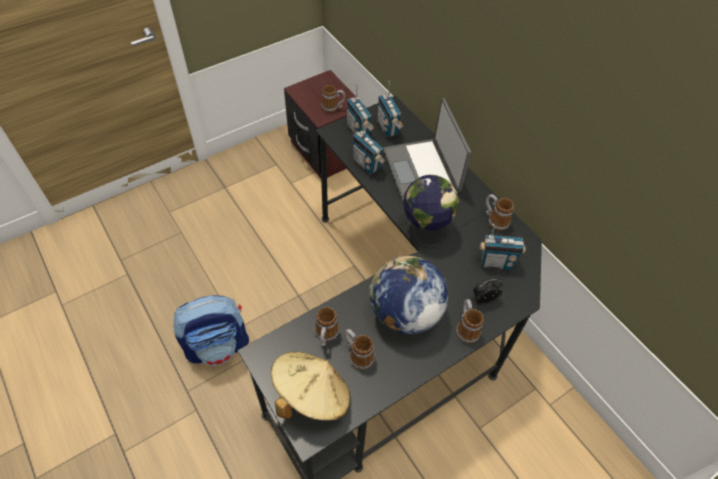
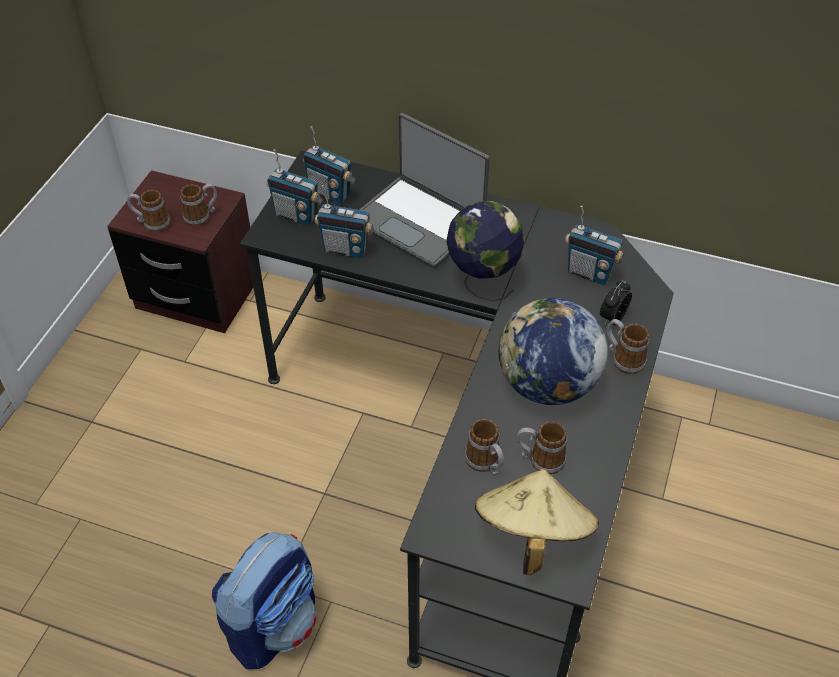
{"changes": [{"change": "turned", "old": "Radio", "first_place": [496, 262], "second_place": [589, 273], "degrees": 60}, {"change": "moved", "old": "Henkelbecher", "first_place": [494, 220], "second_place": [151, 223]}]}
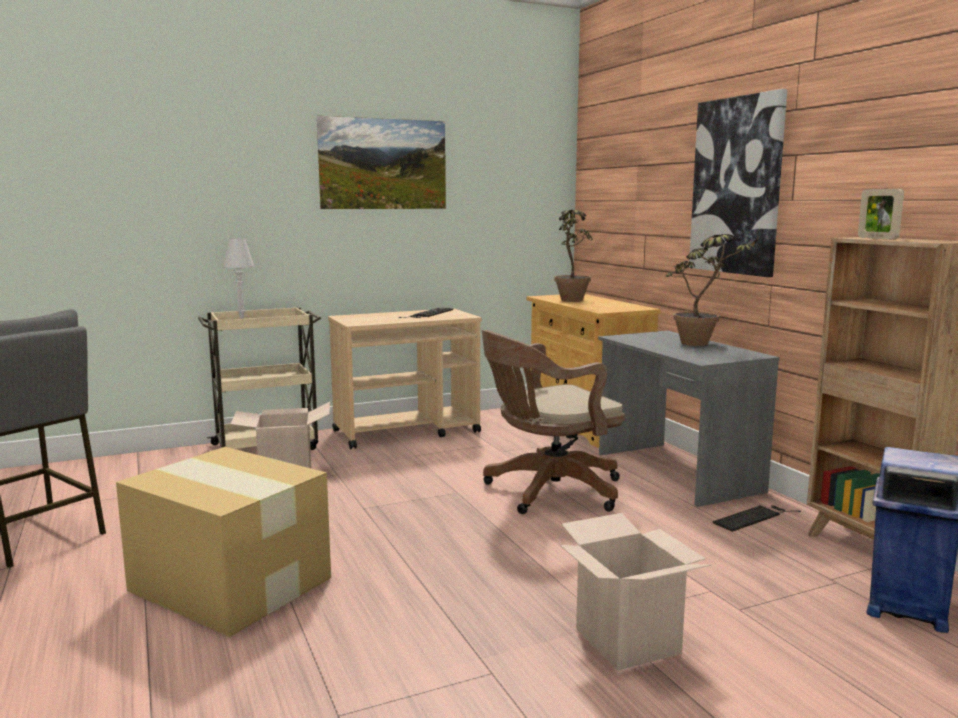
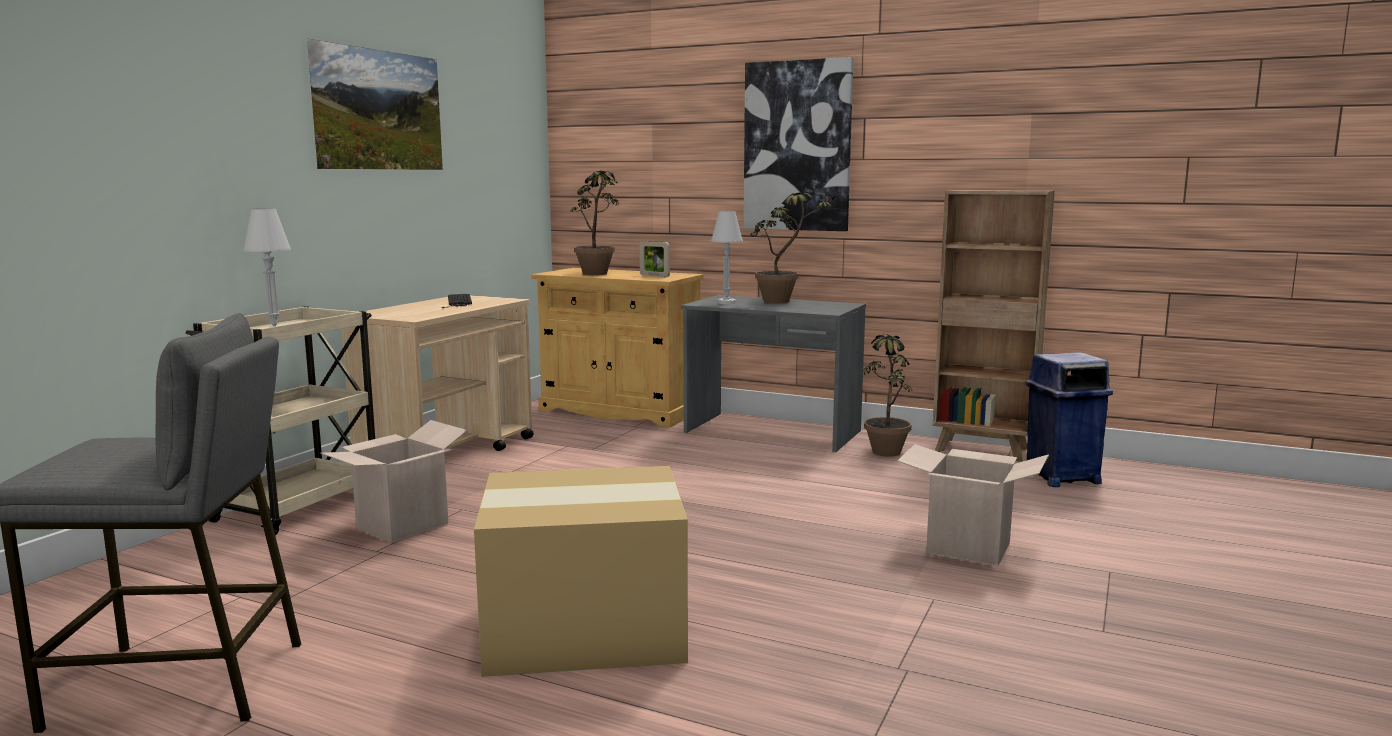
{"changes": [{"change": "removed", "old": "Bürostuhl/braun", "first_place": [548, 491]}, {"change": "replaced", "old": "Tastatur", "new": "Topfpflanze", "first_place": [754, 517], "second_place": [885, 449]}, {"change": "moved", "old": "Bilderrahmen", "first_place": [877, 238], "second_place": [654, 276]}, {"change": "added", "new": "Tischlampe/weiß", "second_place": [726, 302]}]}
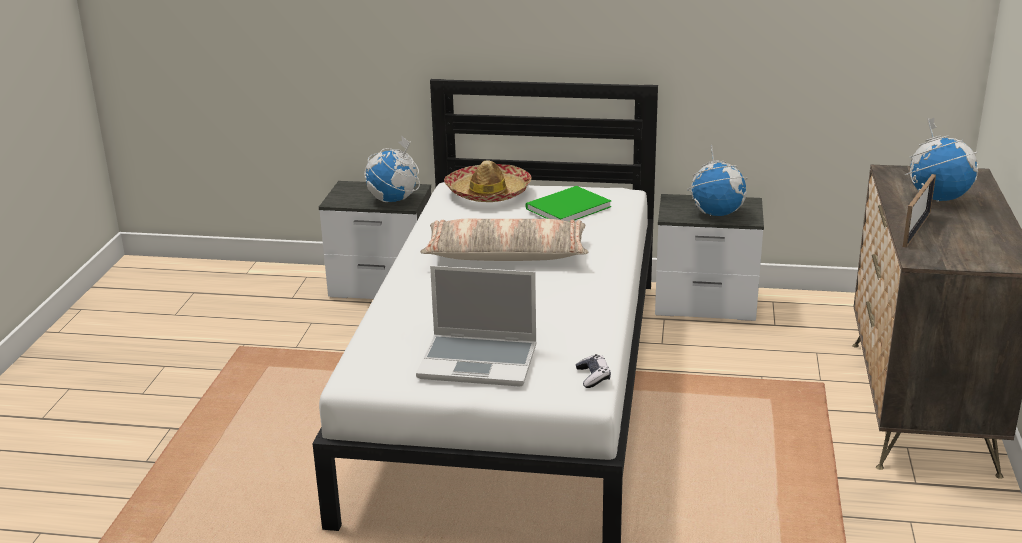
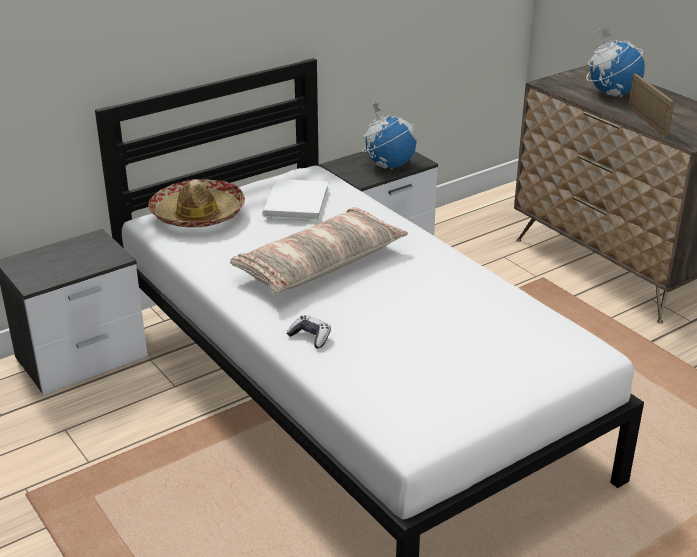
{"changes": [{"change": "removed", "old": "Globus", "first_place": [393, 200]}, {"change": "removed", "old": "Laptop", "first_place": [480, 361]}, {"change": "recoloured", "old": "Buch/grün", "new": "Buch/weiß", "first_place": [565, 208], "second_place": [294, 203]}, {"change": "moved", "old": "Gamepad", "first_place": [593, 377], "second_place": [310, 337]}]}
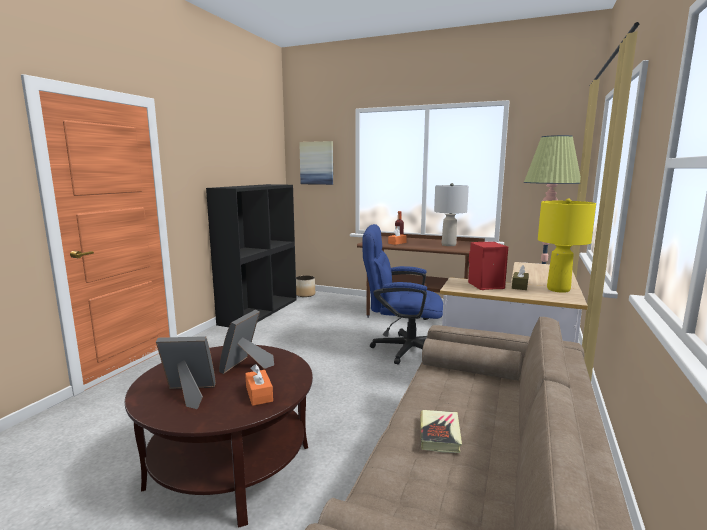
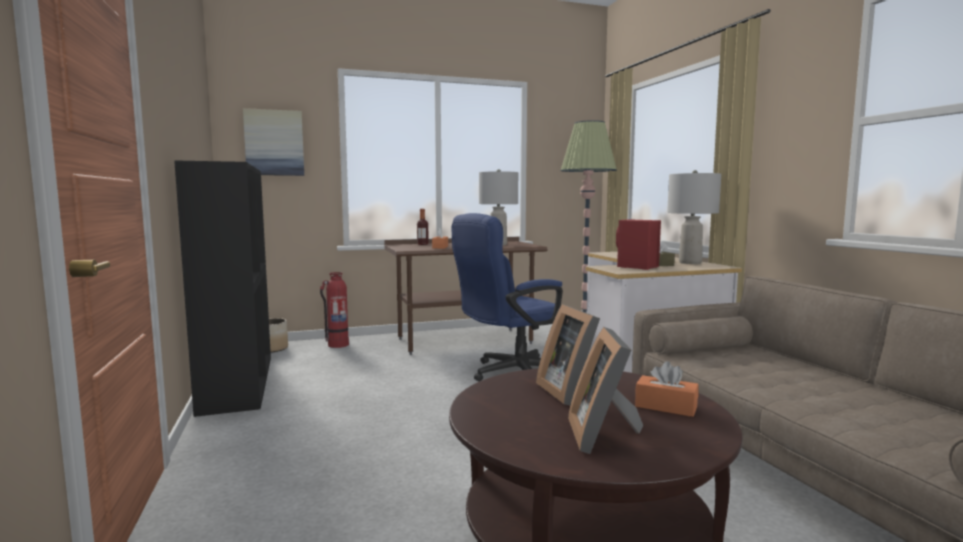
{"changes": [{"change": "turned", "old": "Bilderrahmen", "first_place": [190, 394], "second_place": [604, 435], "degrees": -45}, {"change": "removed", "old": "Buch", "first_place": [439, 434]}, {"change": "recoloured", "old": "Tischlampe/gelb", "new": "Tischlampe/grau", "first_place": [558, 289], "second_place": [690, 263]}, {"change": "added", "new": "Feuerlöscher", "second_place": [337, 345]}]}
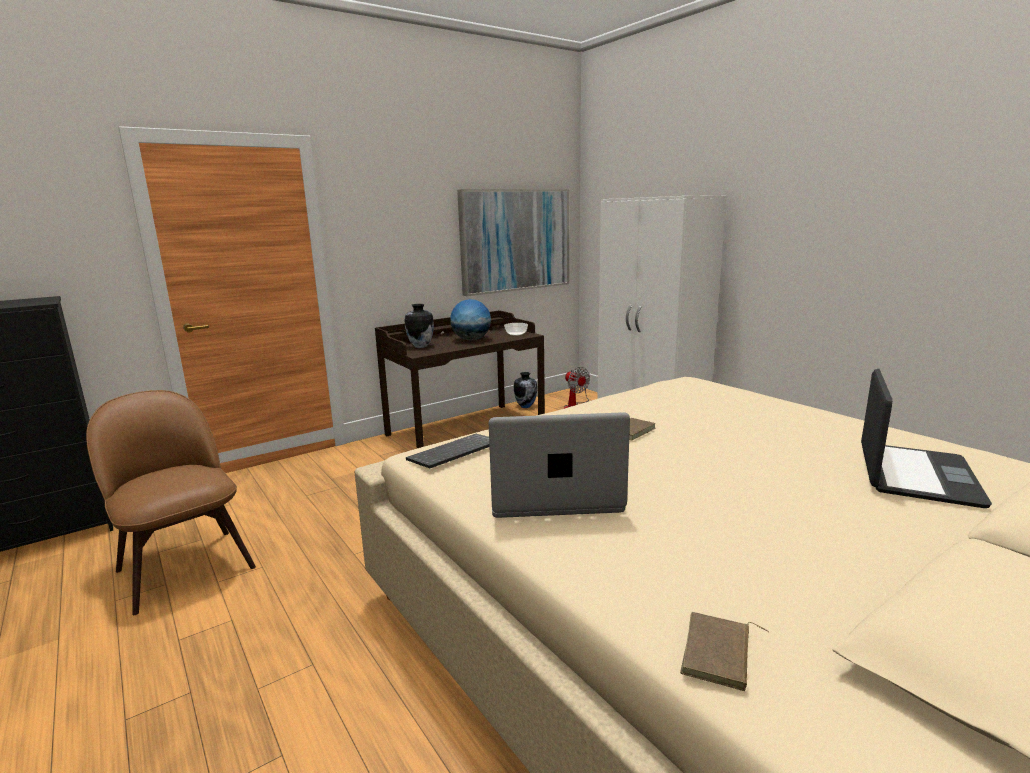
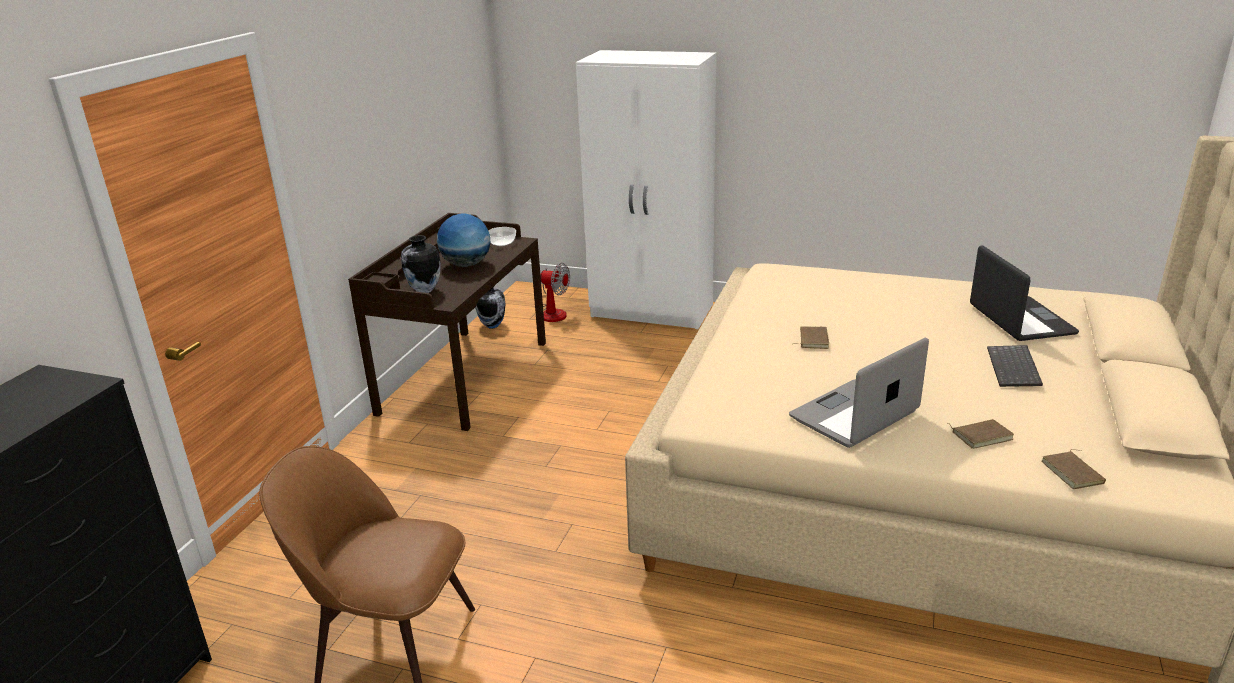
{"changes": [{"change": "moved", "old": "Tastatur", "first_place": [454, 453], "second_place": [1015, 368]}, {"change": "removed", "old": "Bild", "first_place": [515, 240]}, {"change": "added", "new": "Buch/braun", "second_place": [981, 435]}]}
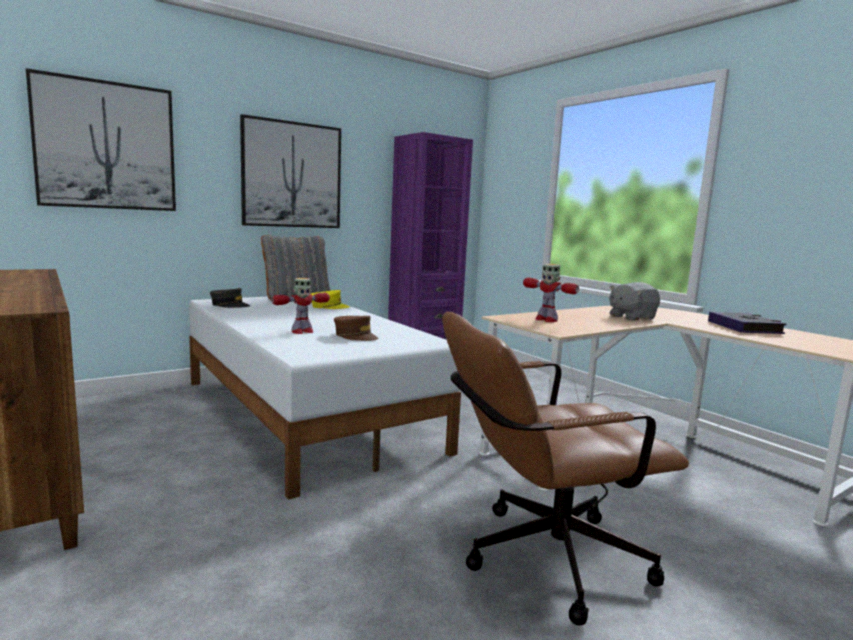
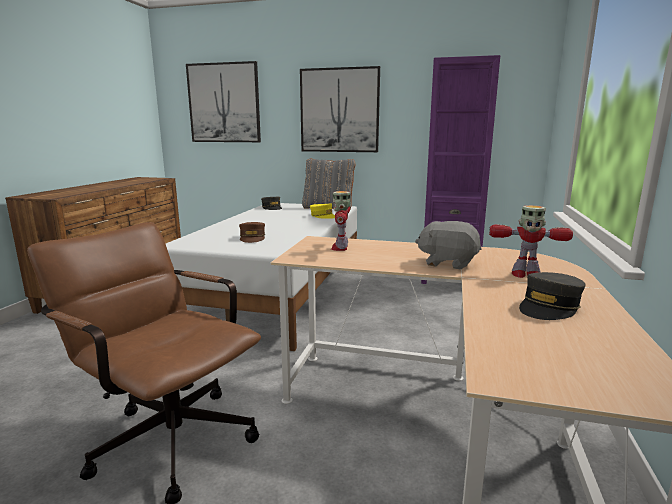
{"changes": [{"change": "moved", "old": "Spielzeugroboter", "first_place": [302, 331], "second_place": [525, 274]}, {"change": "replaced", "old": "Buch", "new": "Kappe/grau", "first_place": [744, 328], "second_place": [549, 307]}]}
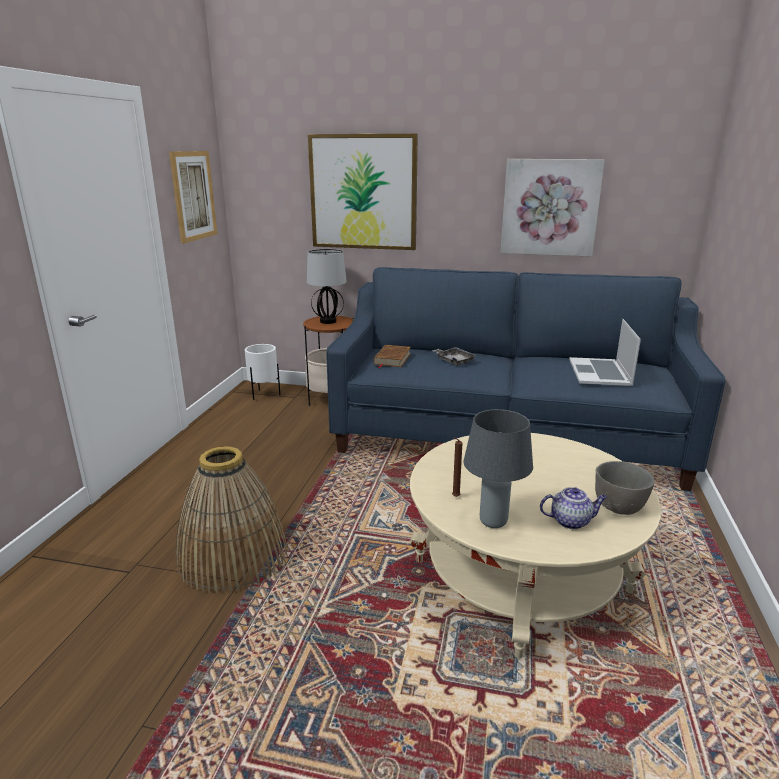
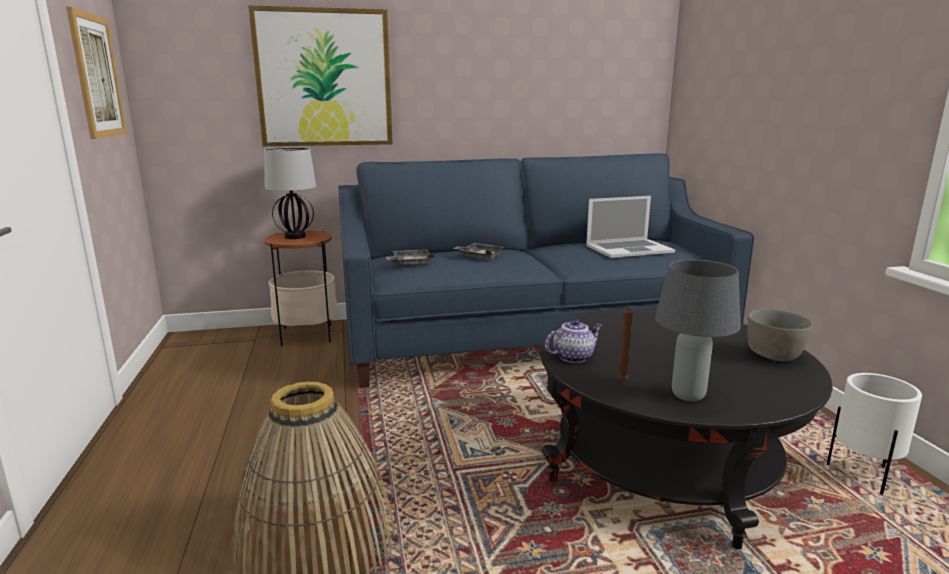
{"changes": [{"change": "moved", "old": "Pflanzkübel/weiß", "first_place": [264, 395], "second_place": [863, 476]}, {"change": "replaced", "old": "Buch/braun", "new": "Tablett/grau", "first_place": [392, 359], "second_place": [411, 263]}, {"change": "recoloured", "old": "Couchtisch/beige", "new": "Couchtisch/schwarz", "first_place": [521, 576], "second_place": [664, 466]}, {"change": "removed", "old": "Bild", "first_place": [550, 207]}, {"change": "moved", "old": "Teekanne", "first_place": [571, 521], "second_place": [573, 357]}, {"change": "turned", "old": "Laptop", "first_place": [600, 372], "second_place": [629, 249], "degrees": -90}]}
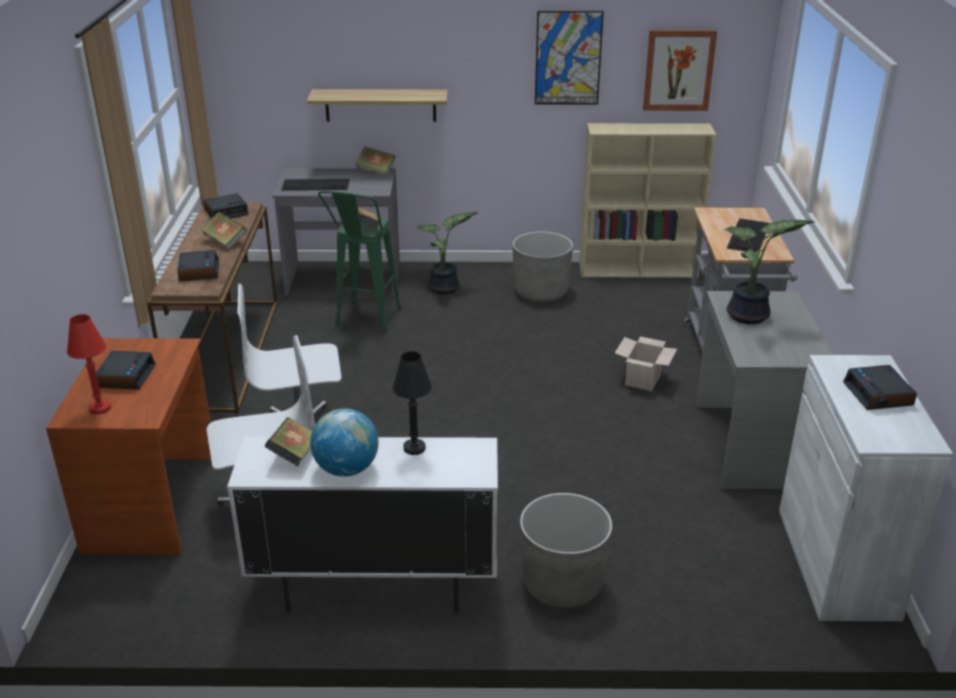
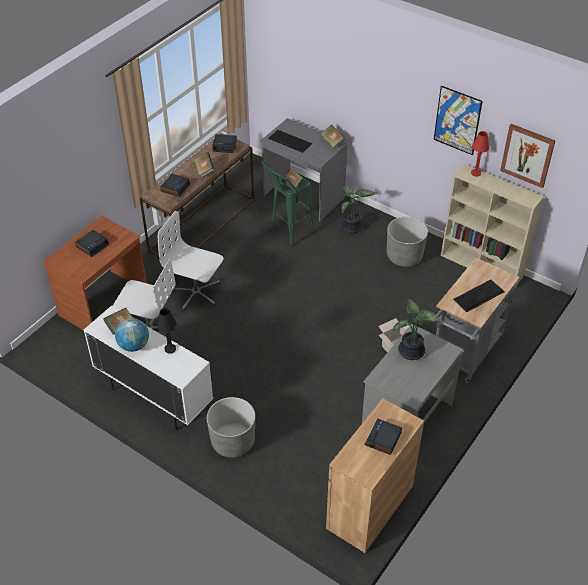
{"changes": [{"change": "moved", "old": "Tischlampe/rot", "first_place": [100, 408], "second_place": [476, 173]}, {"change": "removed", "old": "Wandregal", "first_place": [380, 105]}, {"change": "recoloured", "old": "Schrank/weiß", "new": "Schrank/braun", "first_place": [837, 563], "second_place": [370, 507]}]}
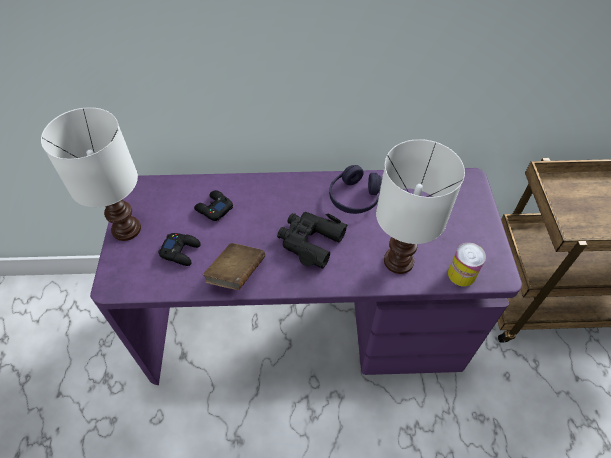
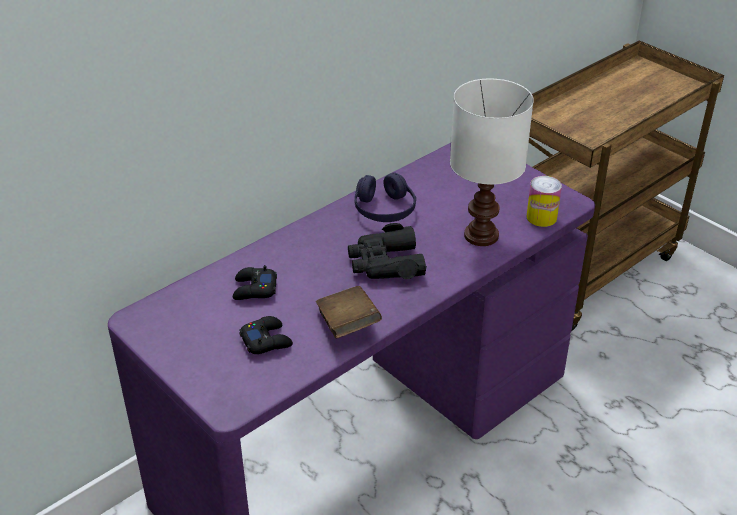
{"changes": [{"change": "removed", "old": "Tischlampe/weiß", "first_place": [125, 229]}]}
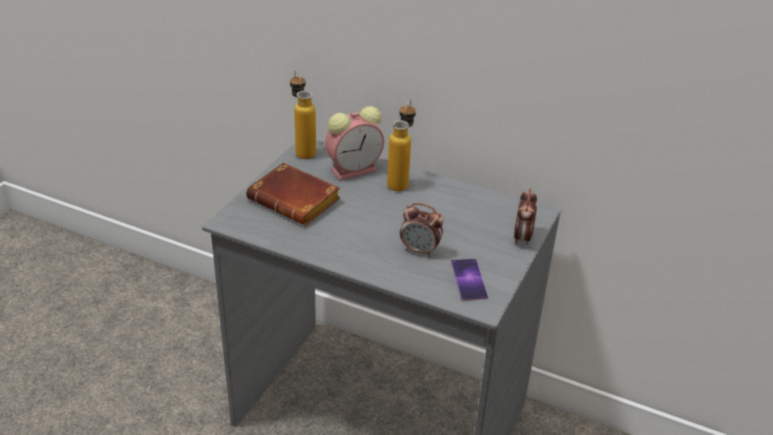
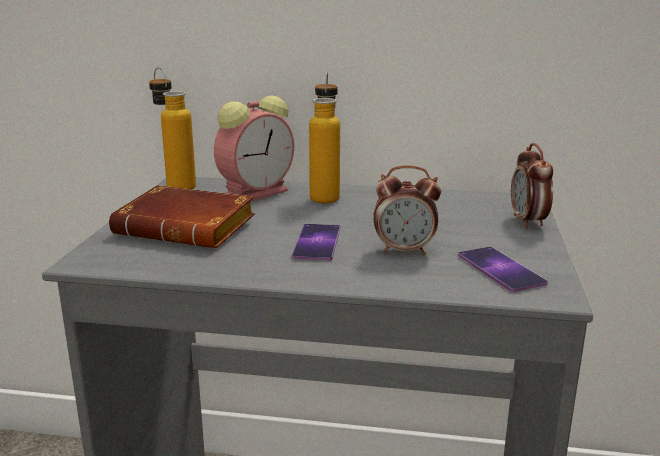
{"changes": [{"change": "added", "new": "Handy", "second_place": [317, 242]}]}
